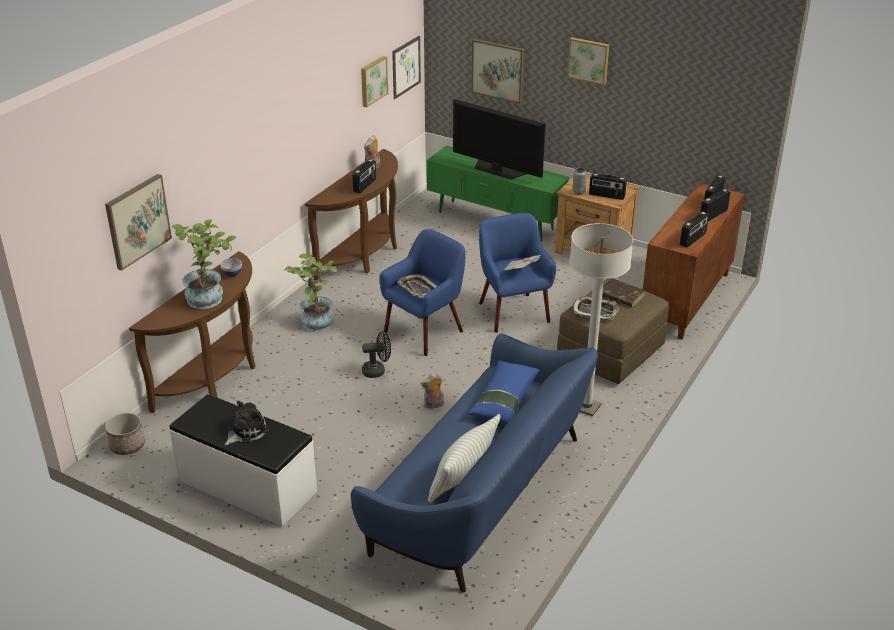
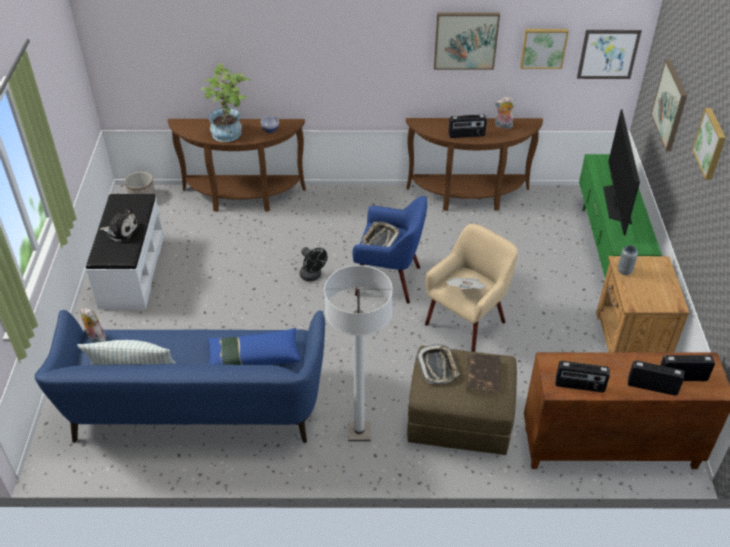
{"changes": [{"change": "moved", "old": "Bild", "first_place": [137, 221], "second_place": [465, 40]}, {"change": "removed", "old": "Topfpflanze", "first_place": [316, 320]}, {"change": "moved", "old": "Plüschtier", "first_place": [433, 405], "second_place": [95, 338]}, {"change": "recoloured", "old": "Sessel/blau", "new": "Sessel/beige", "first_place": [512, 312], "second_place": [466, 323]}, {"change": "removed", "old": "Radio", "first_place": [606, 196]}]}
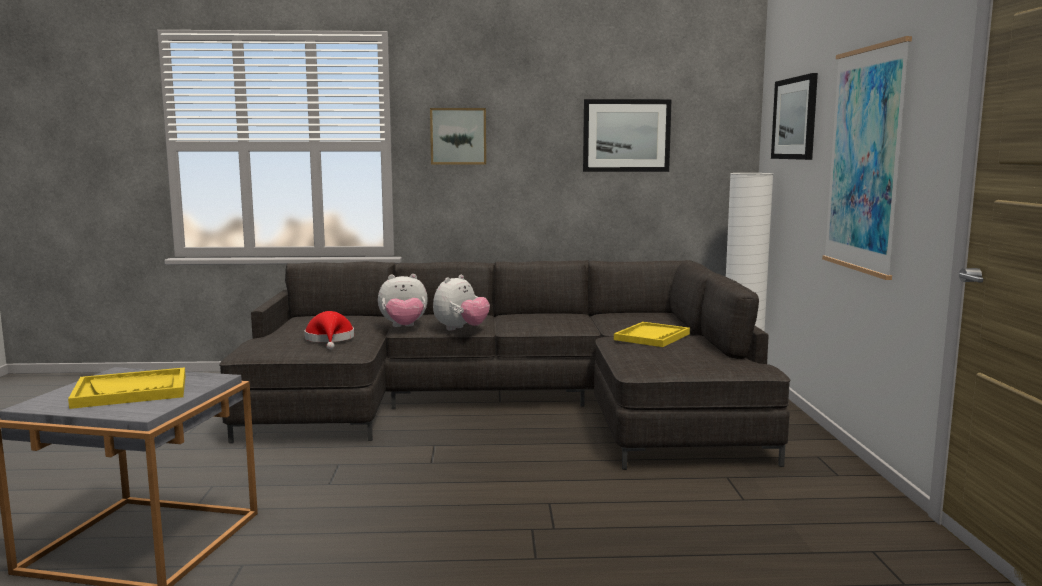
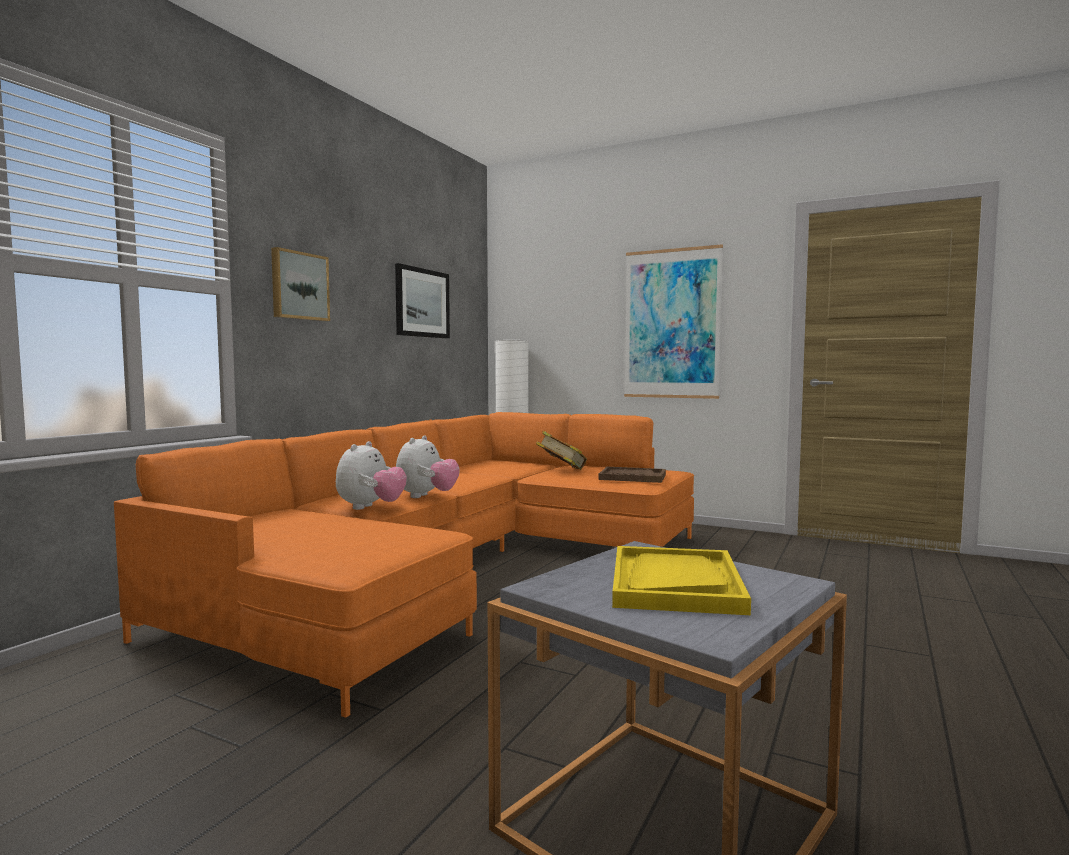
{"changes": [{"change": "recoloured", "old": "Sofa/grau", "new": "Sofa/orange", "first_place": [509, 404], "second_place": [455, 569]}, {"change": "removed", "old": "Hut/rot", "first_place": [330, 339]}, {"change": "turned", "old": "Plüschtier", "first_place": [460, 329], "second_place": [426, 496], "degrees": 45}, {"change": "replaced", "old": "Tablett/gelb", "new": "Buch", "first_place": [652, 337], "second_place": [561, 470]}, {"change": "removed", "old": "Bild", "first_place": [795, 118]}, {"change": "added", "new": "Tablett/braun", "second_place": [632, 477]}]}
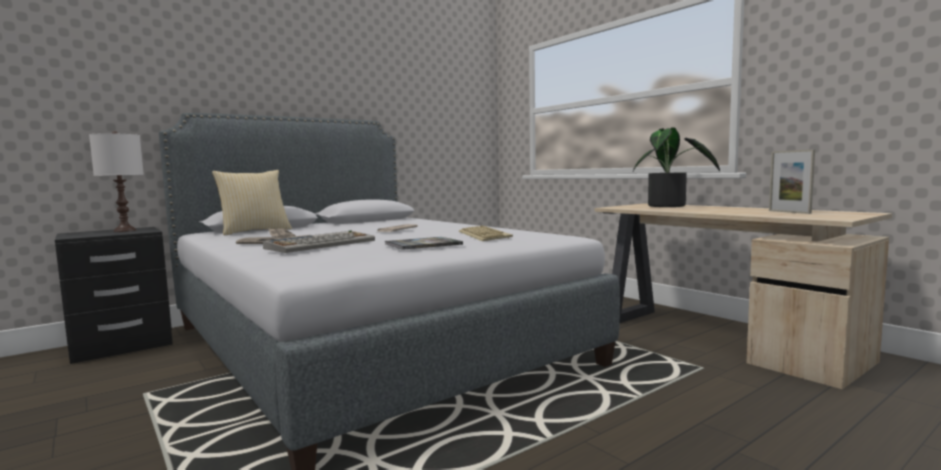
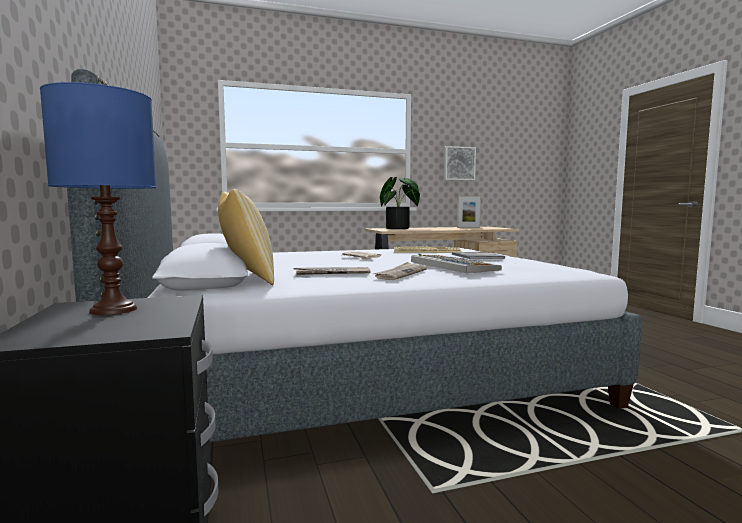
{"changes": [{"change": "recoloured", "old": "Tischlampe/weiß", "new": "Tischlampe/blau", "first_place": [124, 230], "second_place": [112, 310]}, {"change": "added", "new": "Bild", "second_place": [459, 163]}]}
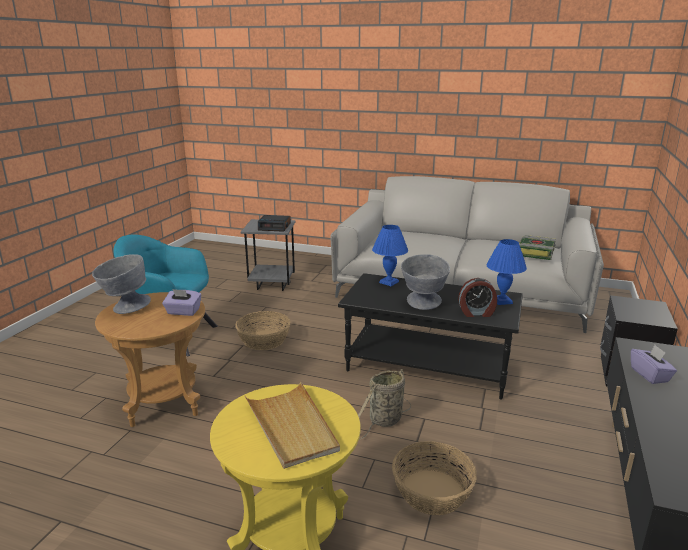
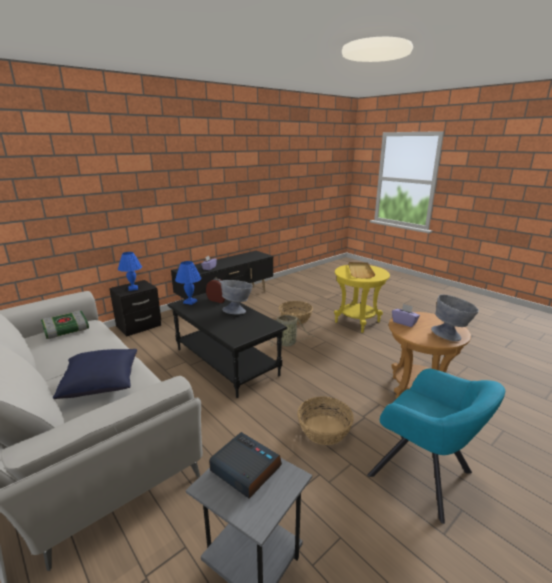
{"changes": [{"change": "moved", "old": "Tischlampe/blau", "first_place": [389, 282], "second_place": [132, 288]}, {"change": "added", "new": "Kissen/blau", "second_place": [100, 384]}]}
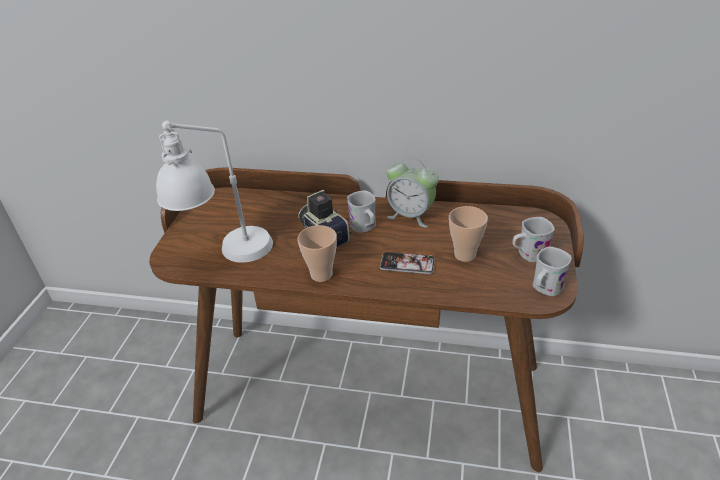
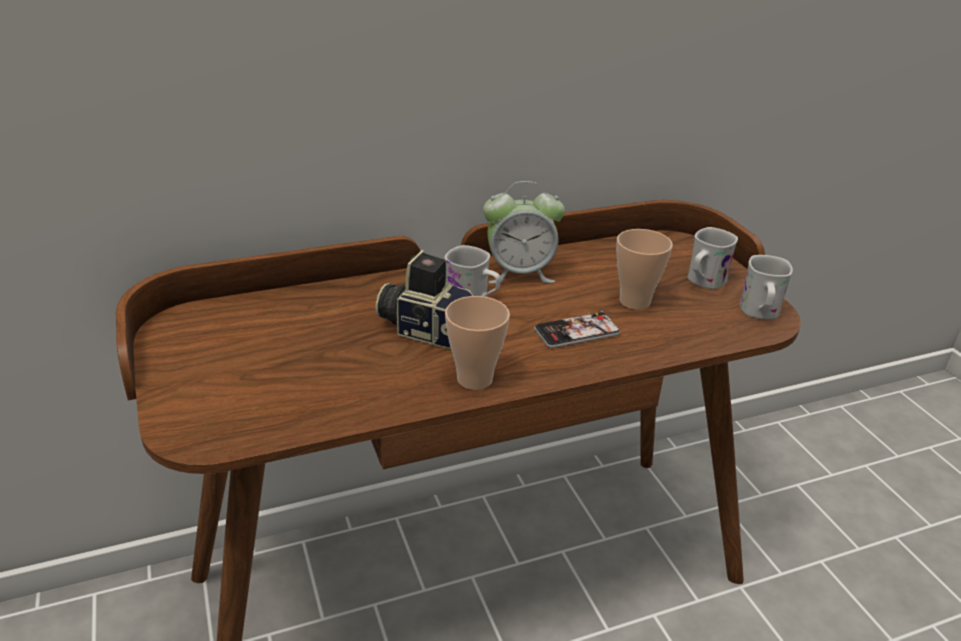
{"changes": [{"change": "removed", "old": "Tischlampe/weiß", "first_place": [226, 255]}]}
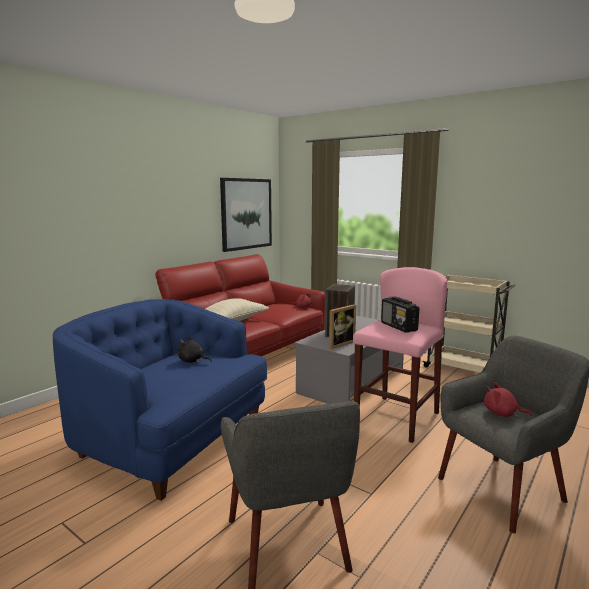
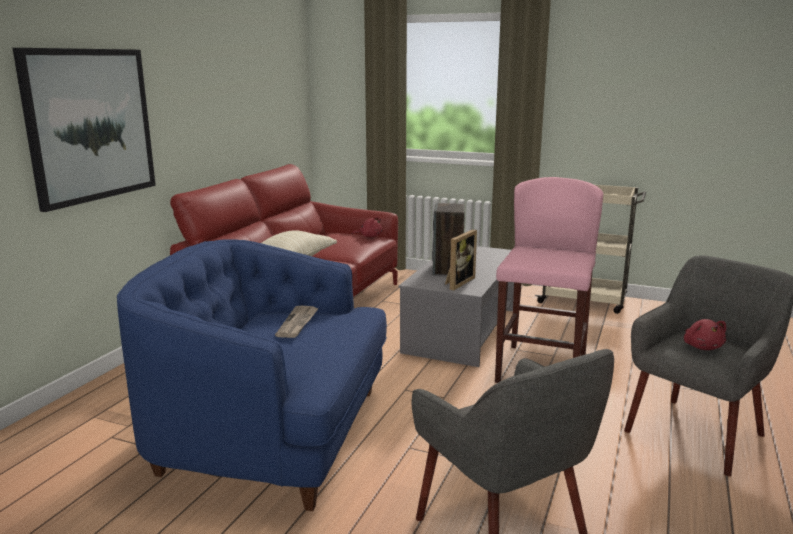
{"changes": [{"change": "replaced", "old": "Plüschtier/schwarz", "new": "Zeitung", "first_place": [192, 361], "second_place": [298, 323]}, {"change": "moved", "old": "Bild", "first_place": [246, 214], "second_place": [90, 125]}, {"change": "removed", "old": "Radio", "first_place": [399, 327]}, {"change": "turned", "old": "Plüschtier/rot", "first_place": [502, 414], "second_place": [702, 347], "degrees": -105}]}
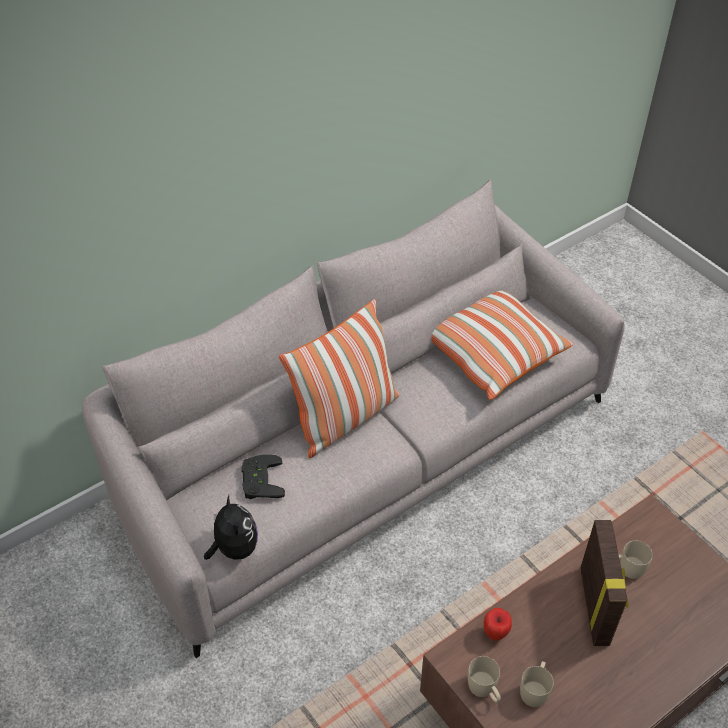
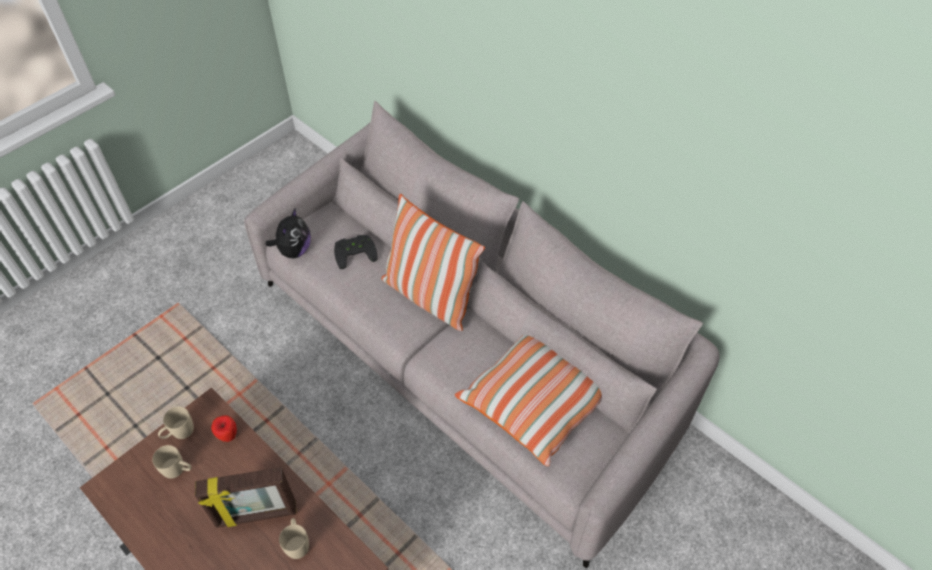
{"changes": [{"change": "turned", "old": "Plüschtier", "first_place": [234, 548], "second_place": [294, 250], "degrees": -45}]}
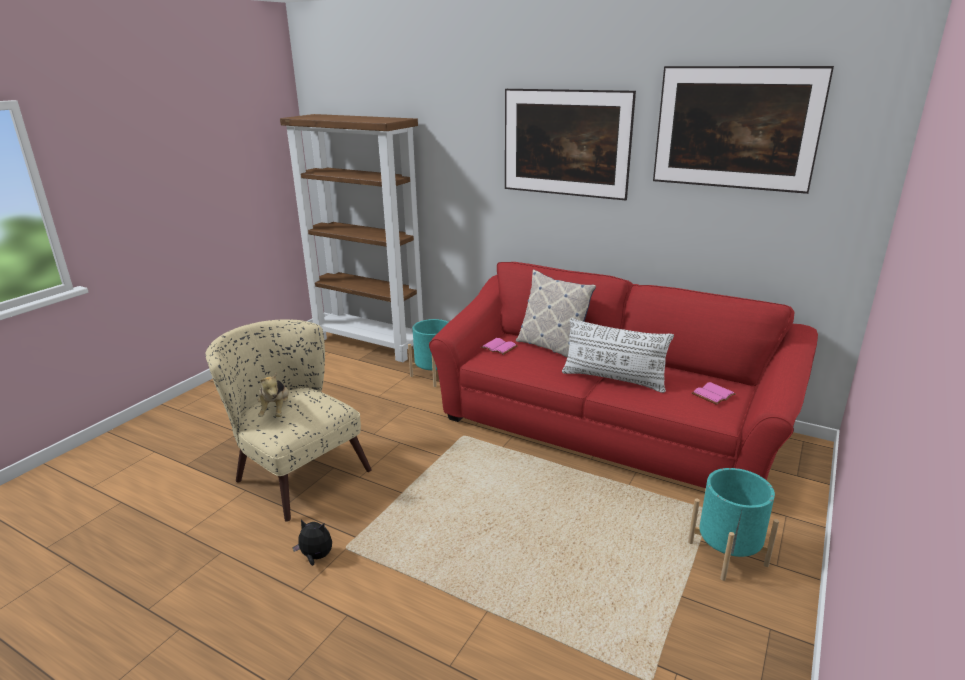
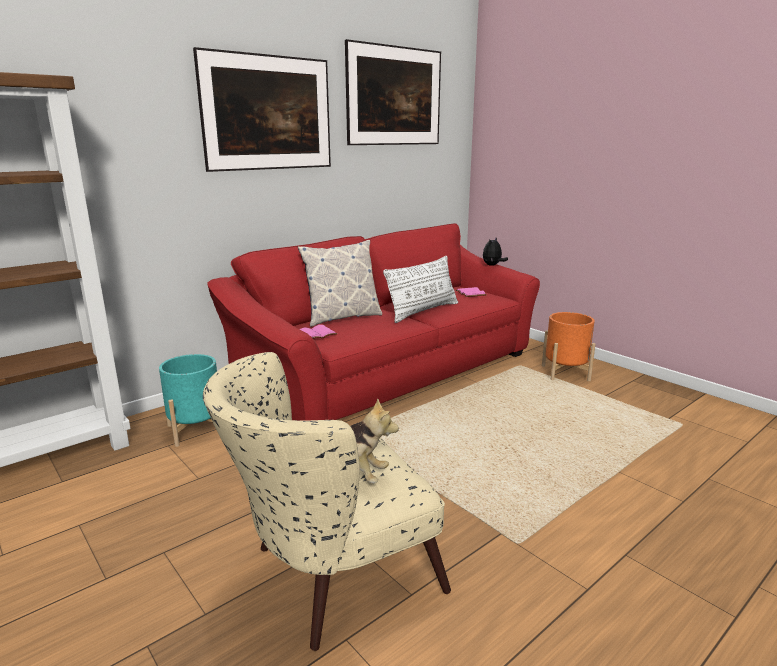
{"changes": [{"change": "moved", "old": "Plüschtier", "first_place": [316, 557], "second_place": [492, 265]}, {"change": "recoloured", "old": "Pflanzkübel/türkis", "new": "Pflanzkübel/orange", "first_place": [727, 554], "second_place": [565, 373]}]}
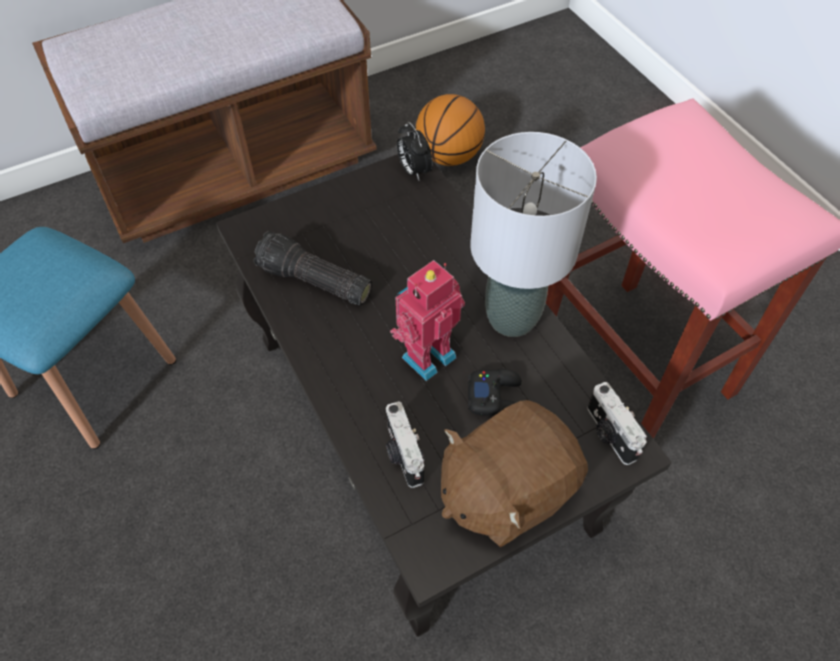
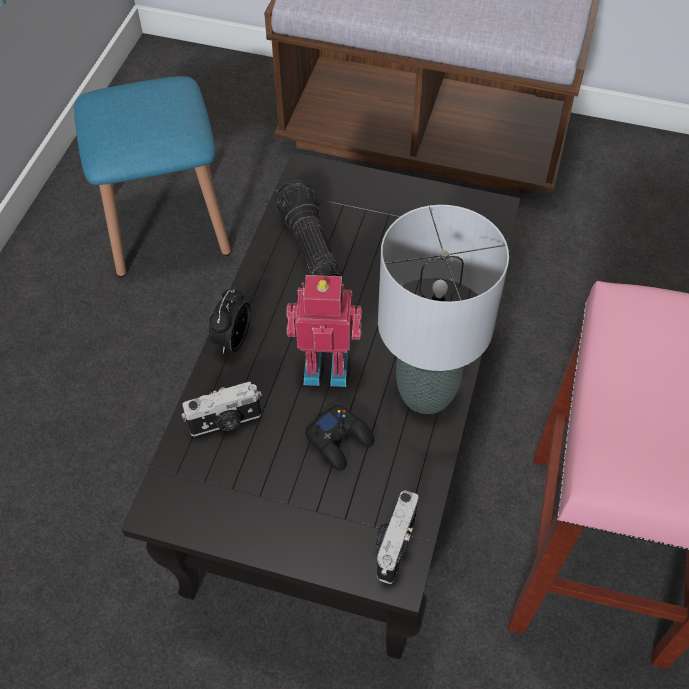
{"changes": [{"change": "turned", "old": "Kamera", "first_place": [403, 454], "second_place": [225, 422], "degrees": -135}, {"change": "moved", "old": "Wecker", "first_place": [414, 170], "second_place": [232, 339]}, {"change": "removed", "old": "Basketball", "first_place": [448, 156]}, {"change": "removed", "old": "Plüschtier/braun", "first_place": [505, 490]}]}
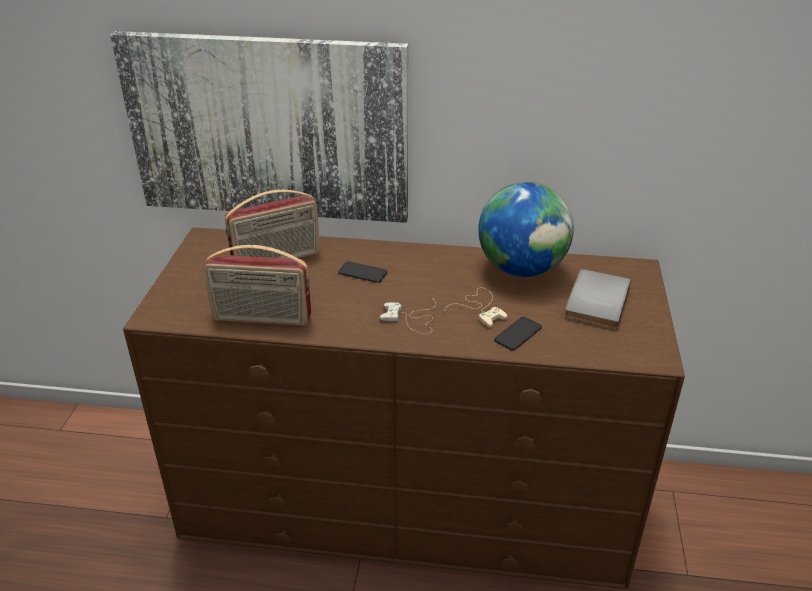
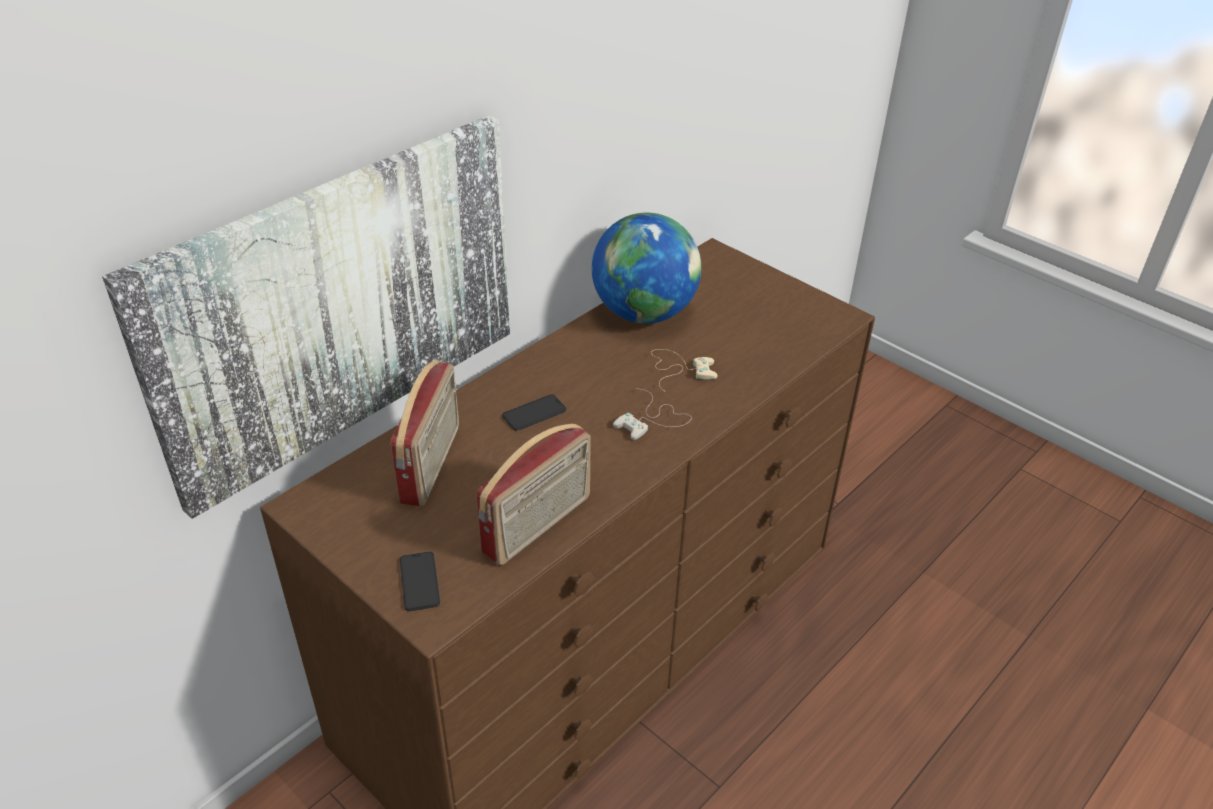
{"changes": [{"change": "moved", "old": "Handy", "first_place": [518, 334], "second_place": [419, 581]}, {"change": "removed", "old": "Buch/grau", "first_place": [594, 301]}]}
